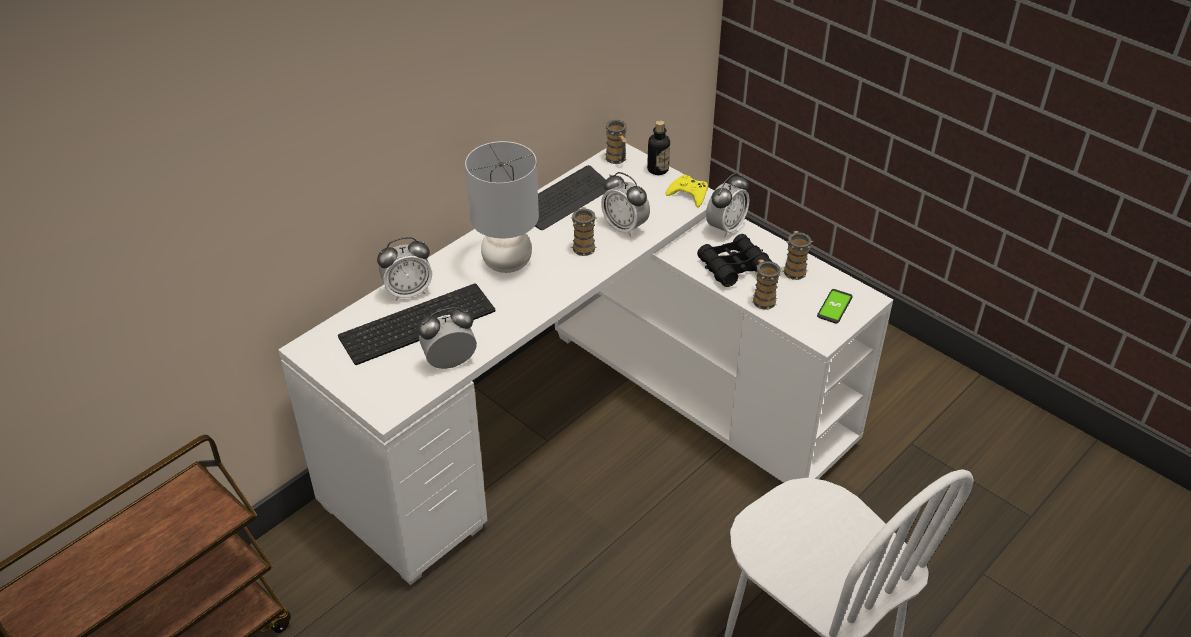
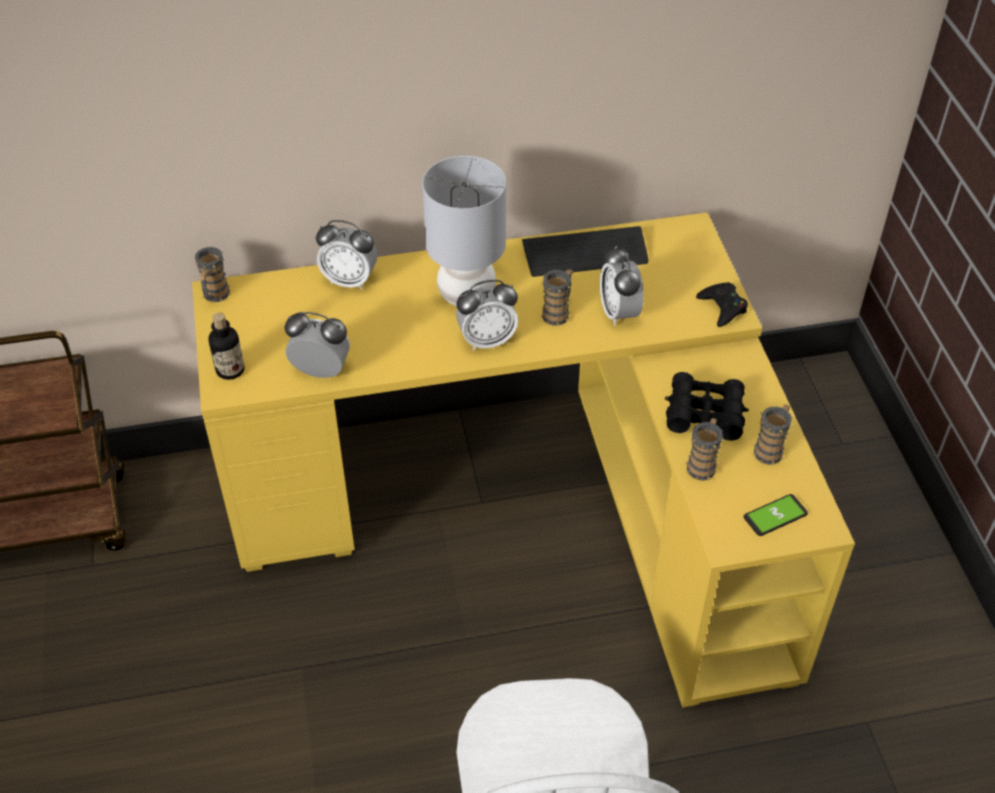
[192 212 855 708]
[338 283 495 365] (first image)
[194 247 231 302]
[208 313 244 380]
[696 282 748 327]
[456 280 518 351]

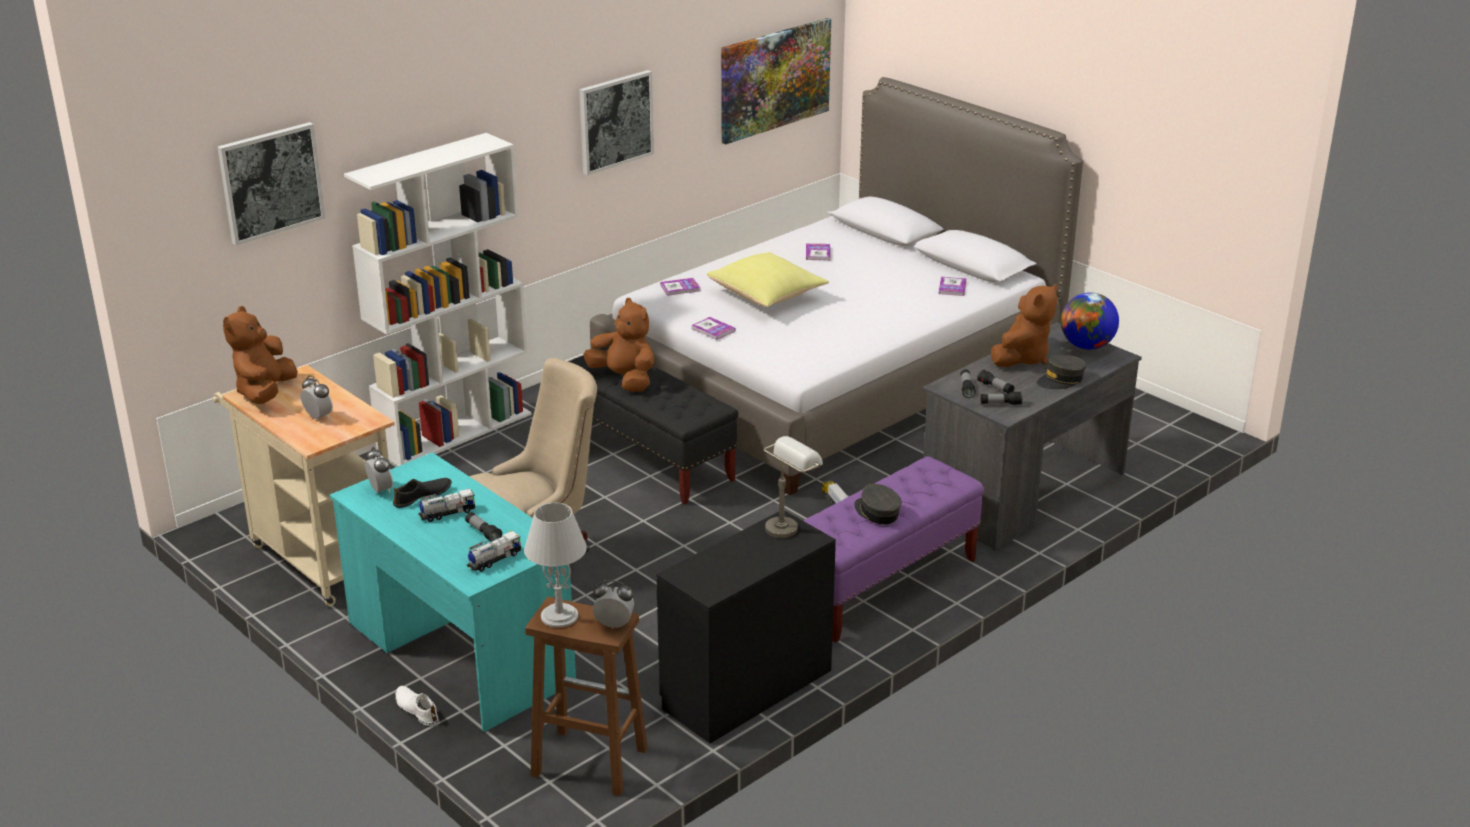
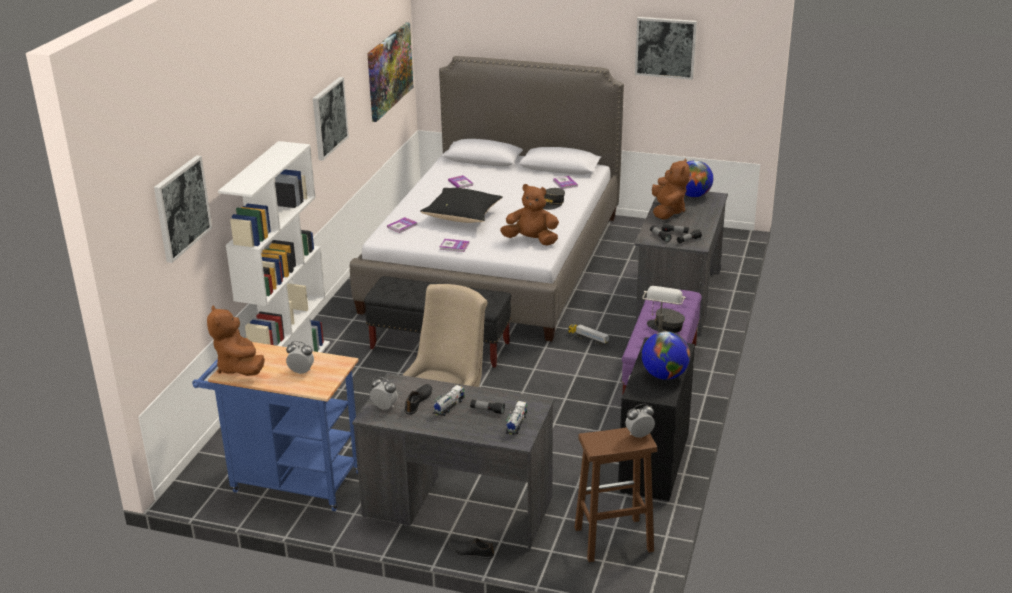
[192 342 359 511]
[352 373 554 548]
[448 538 494 559]
[524 502 587 627] (first image)
[500 184 559 246]
[420 188 503 223]
[543 188 565 210]
[635 17 697 80]
[642 331 690 380]

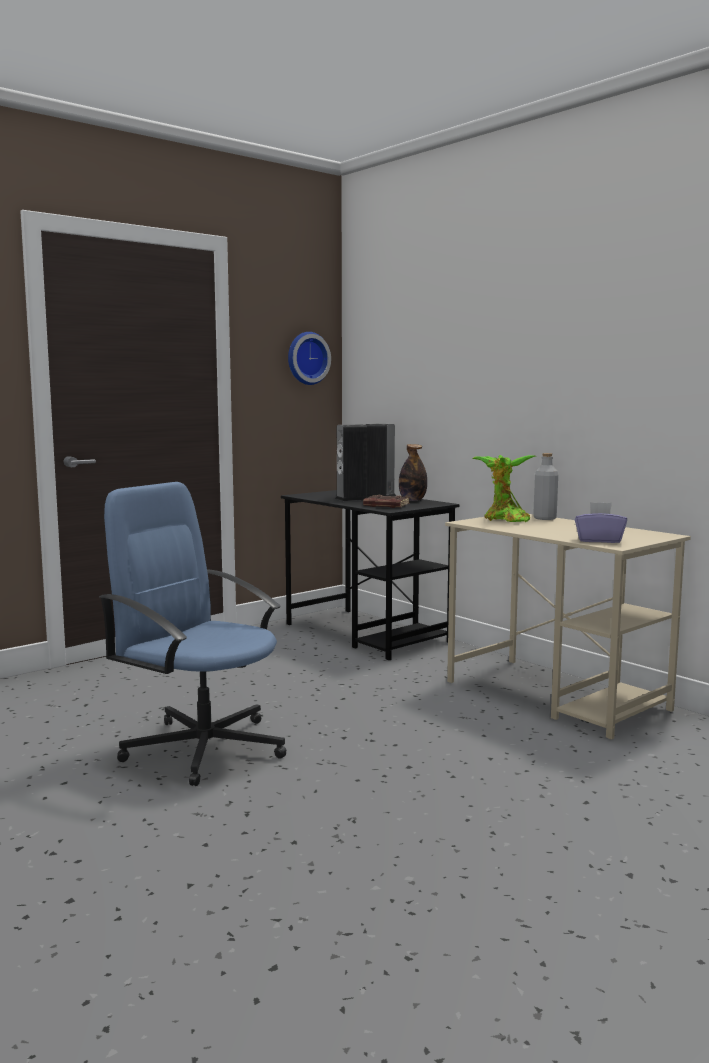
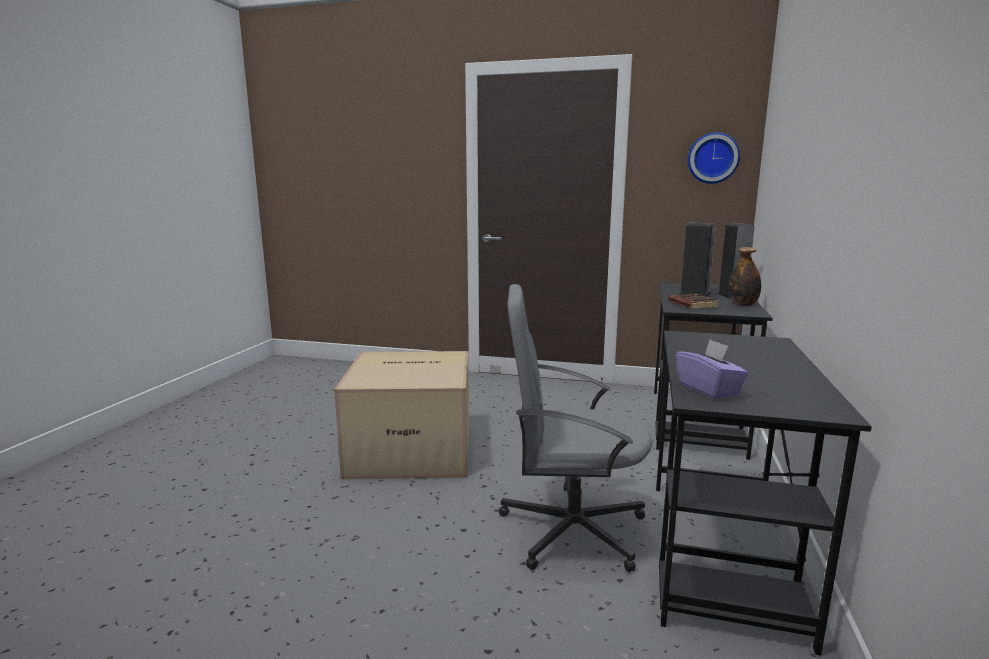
[334 351 469 479]
[656 331 872 655]
[472 455 535 522] (first image)
[533 453 558 520] (first image)
[499 284 652 572]

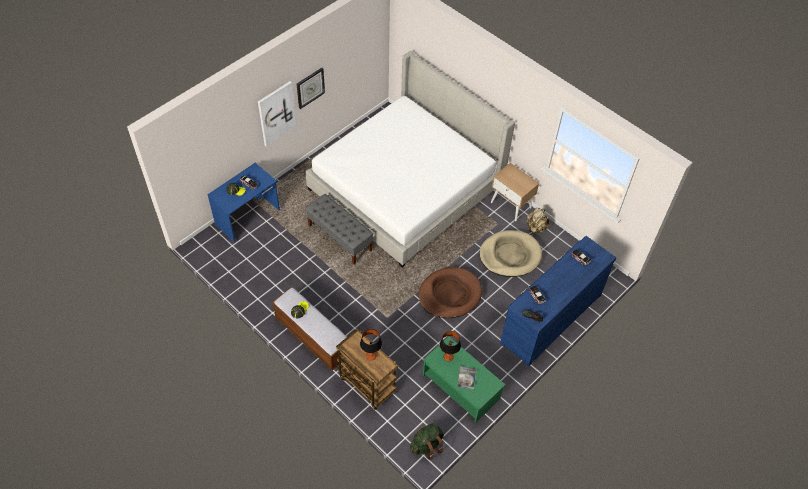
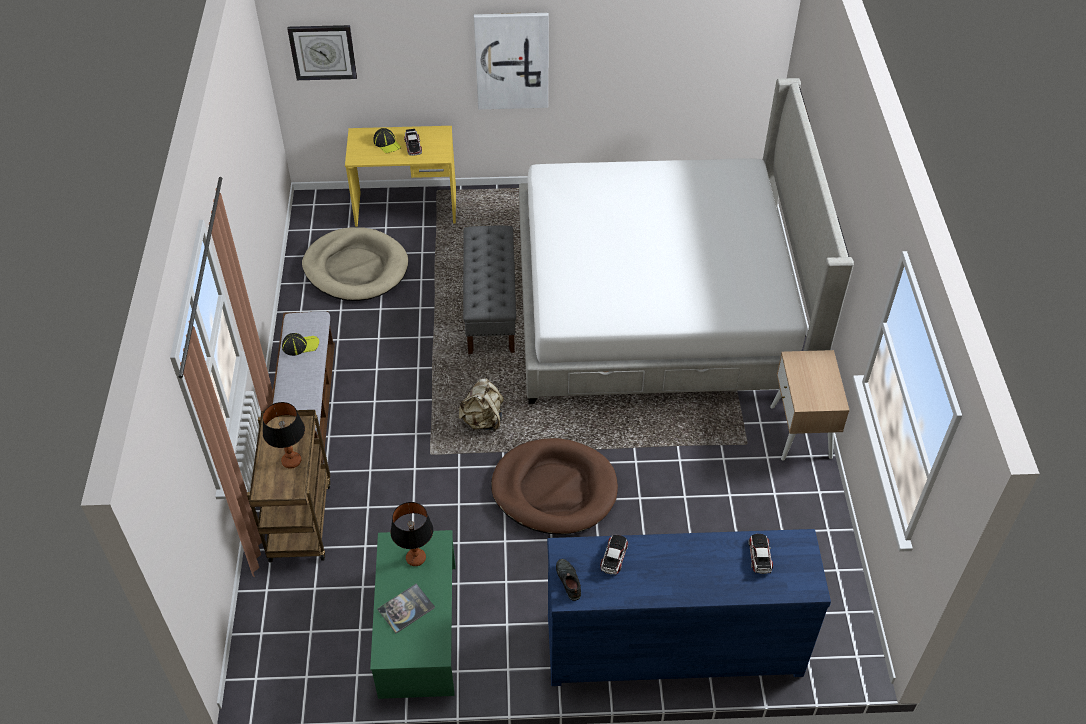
[345 126 456 227]
[287 25 357 80]
[410 423 444 460] (first image)
[302 227 408 301]
[459 379 504 432]

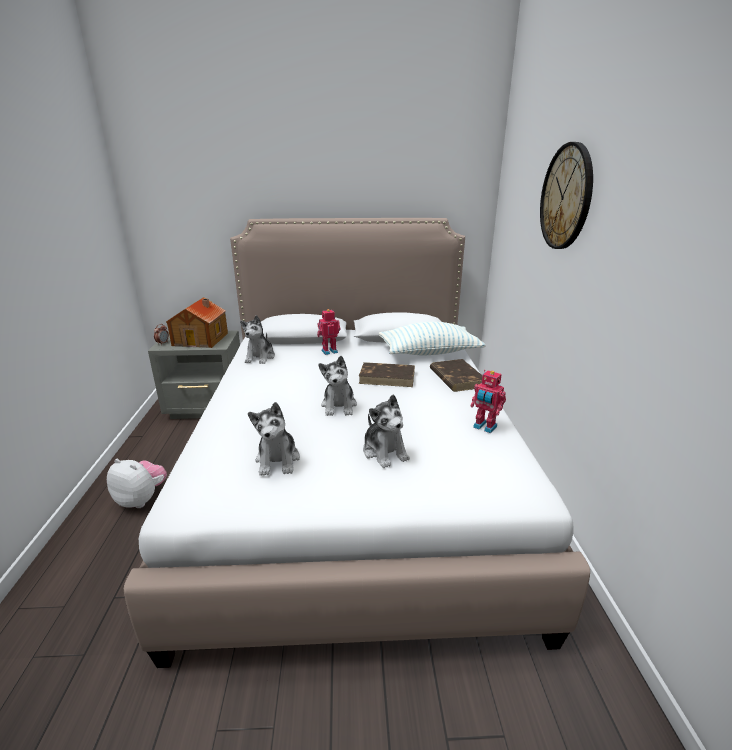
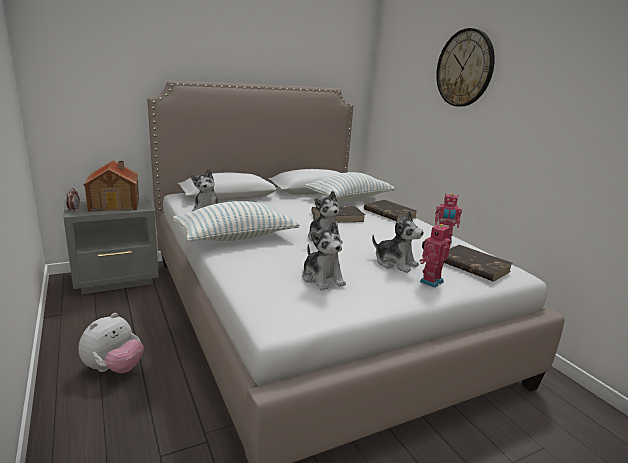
[79 313 144 373]
[419 223 451 288]
[173 201 300 241]
[444 245 513 282]

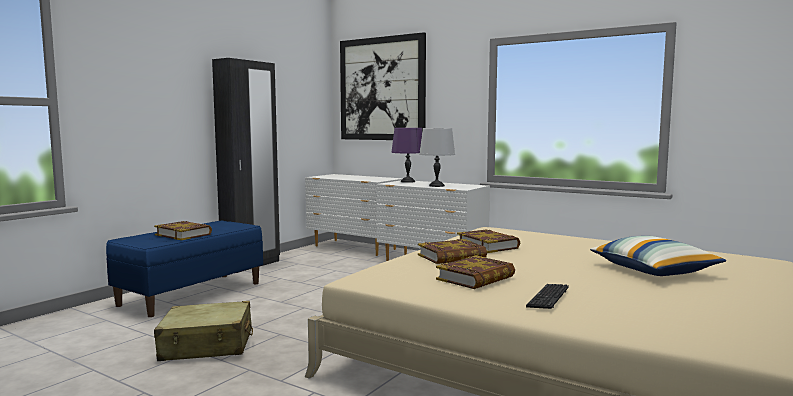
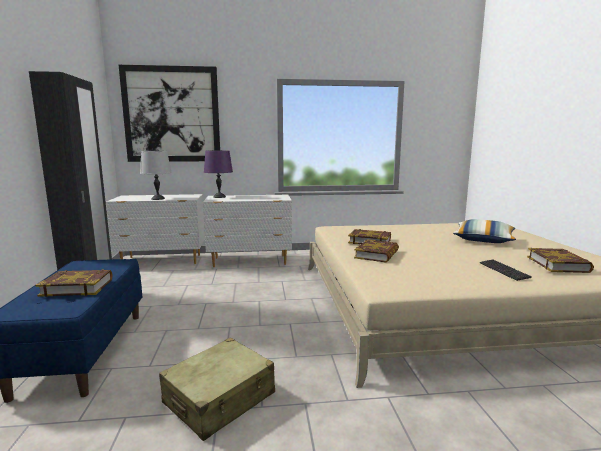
[140 151 172 200]
[527 248 594 273]

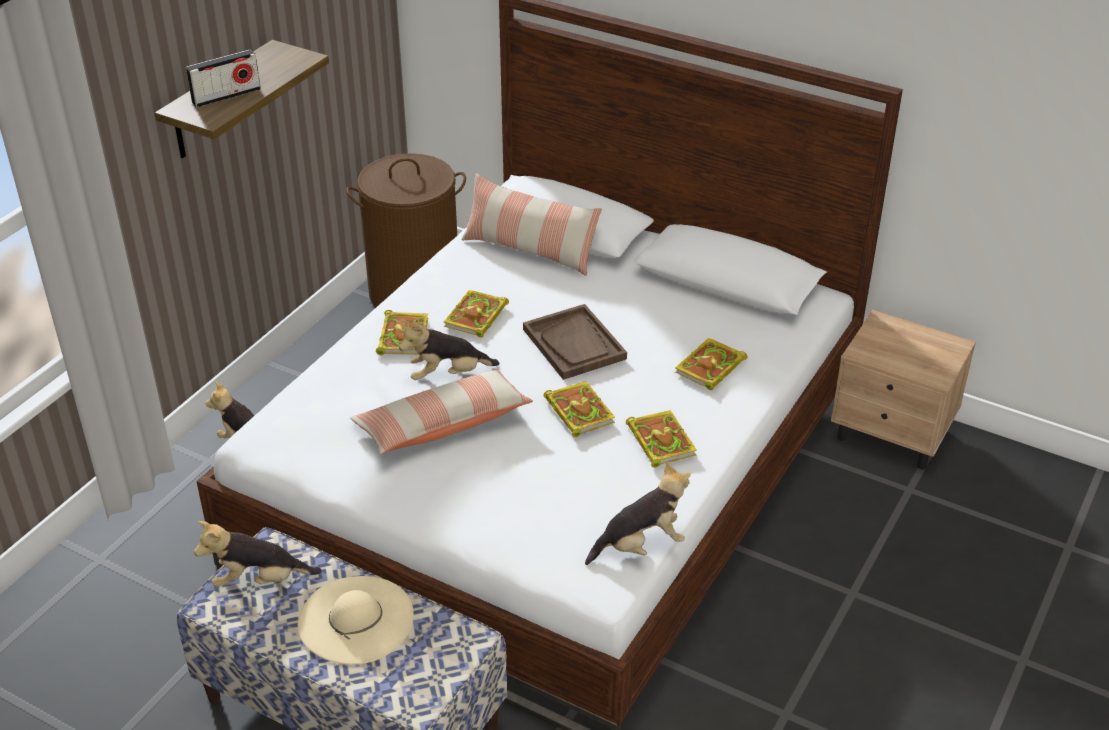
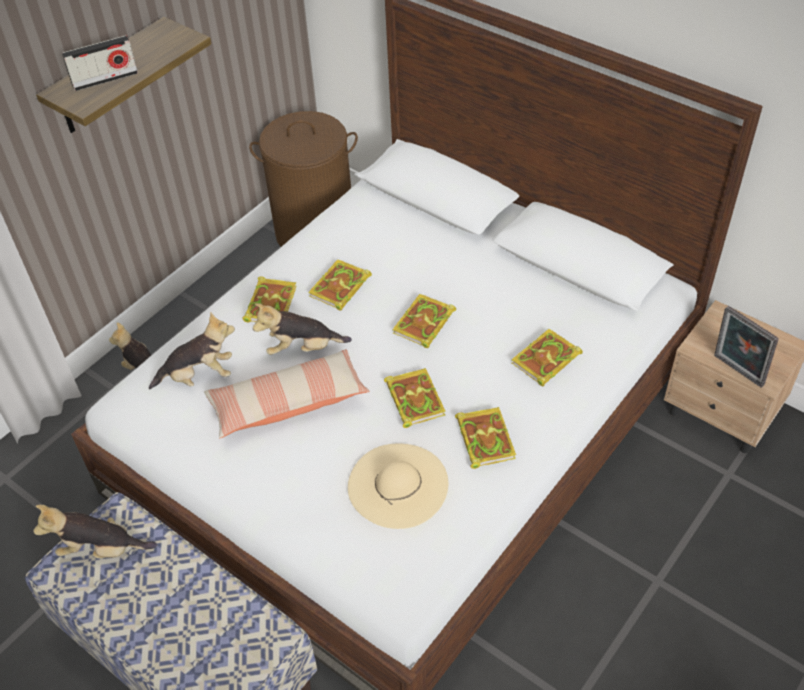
[348 444 448 529]
[461 173 602 276] (first image)
[392 294 456 348]
[149 312 235 389]
[714 306 779 388]

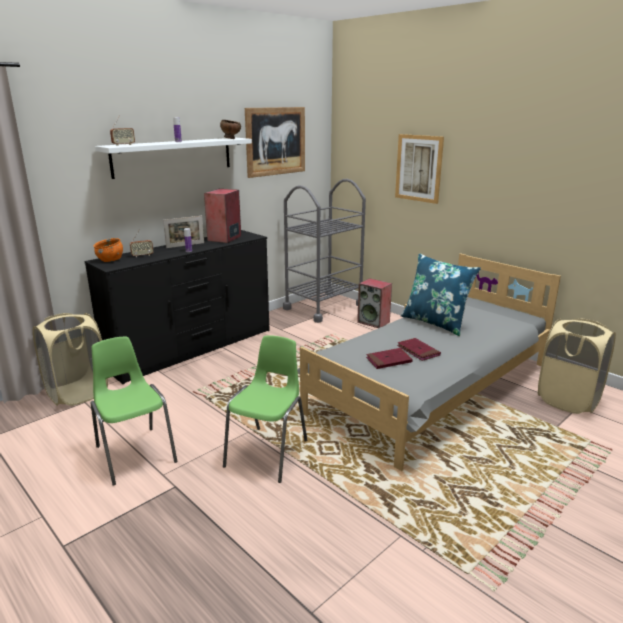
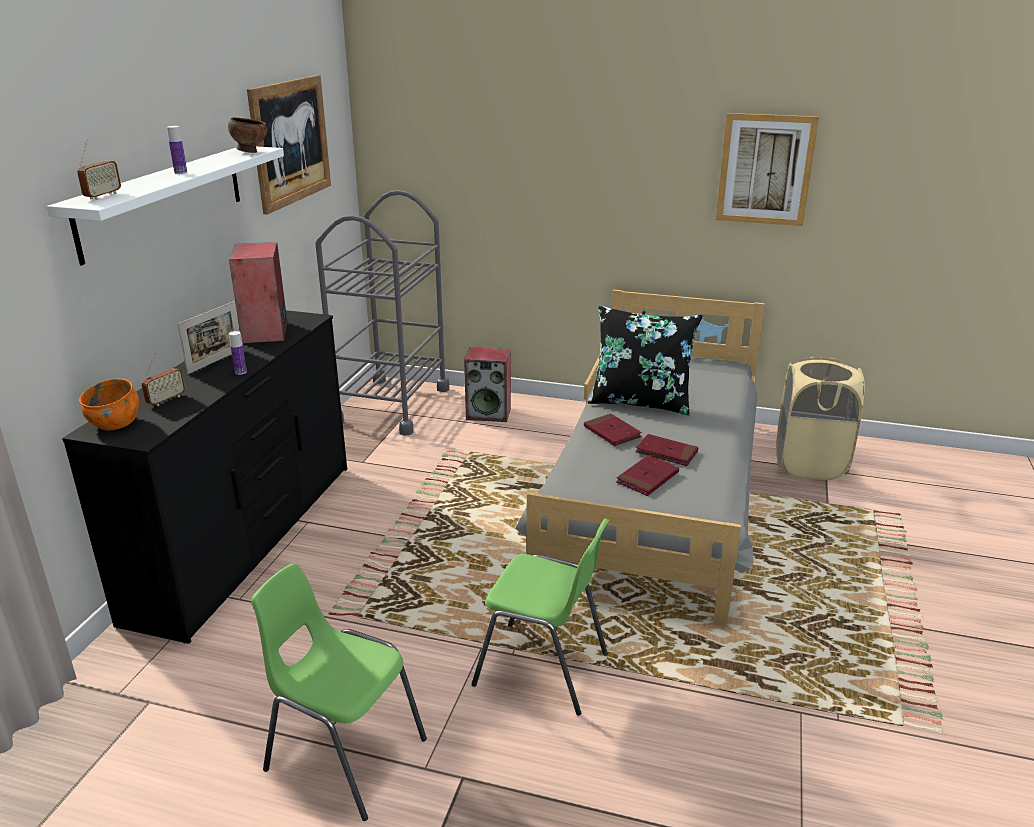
[33 313 108 406] (first image)
[472 519 609 715]
[716 113 819 226]
[588 306 702 416]
[584 414 642 446]

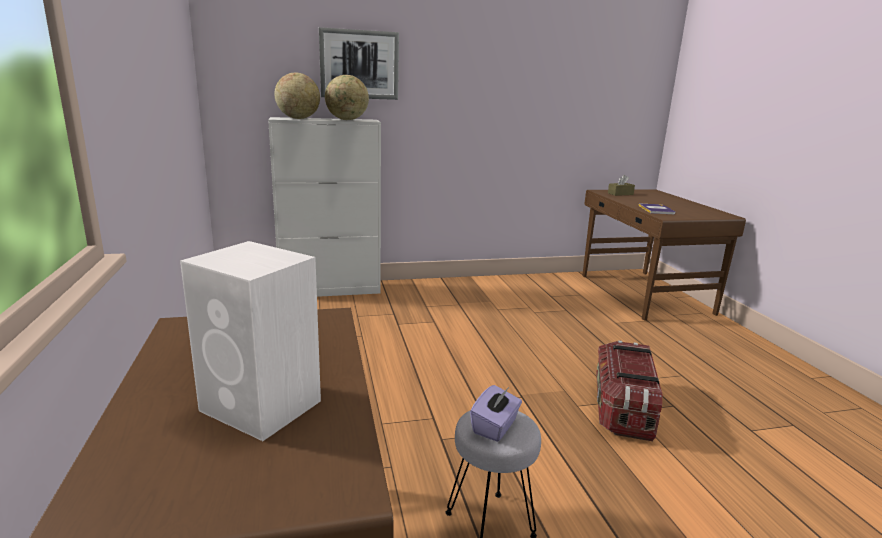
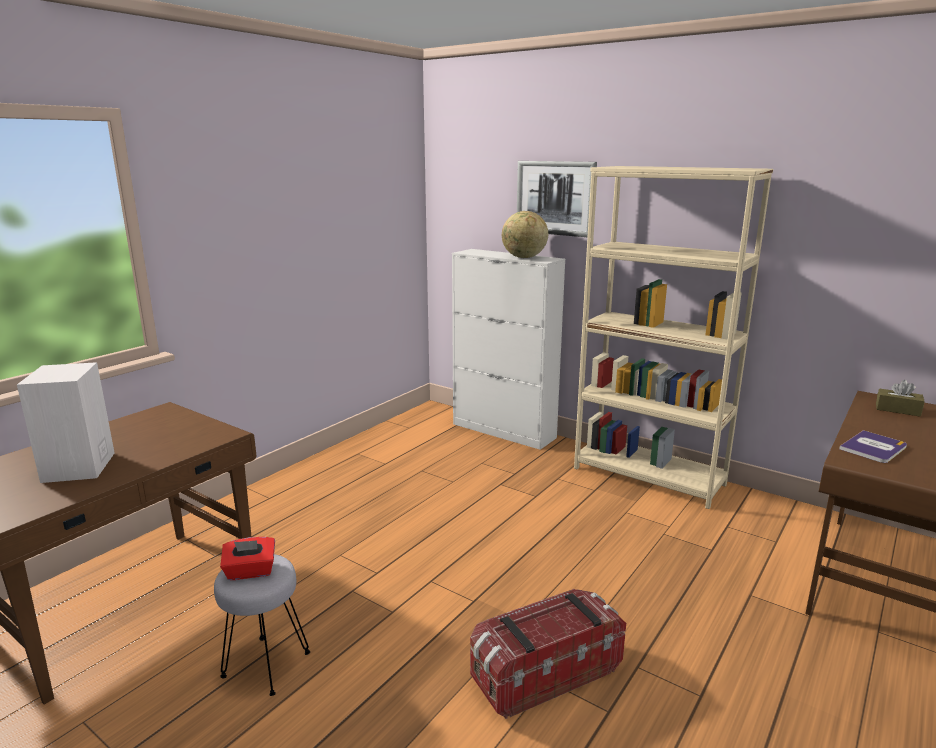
[274 73 320 119] (first image)
[220 537 275 580]
[574 166 773 509]

